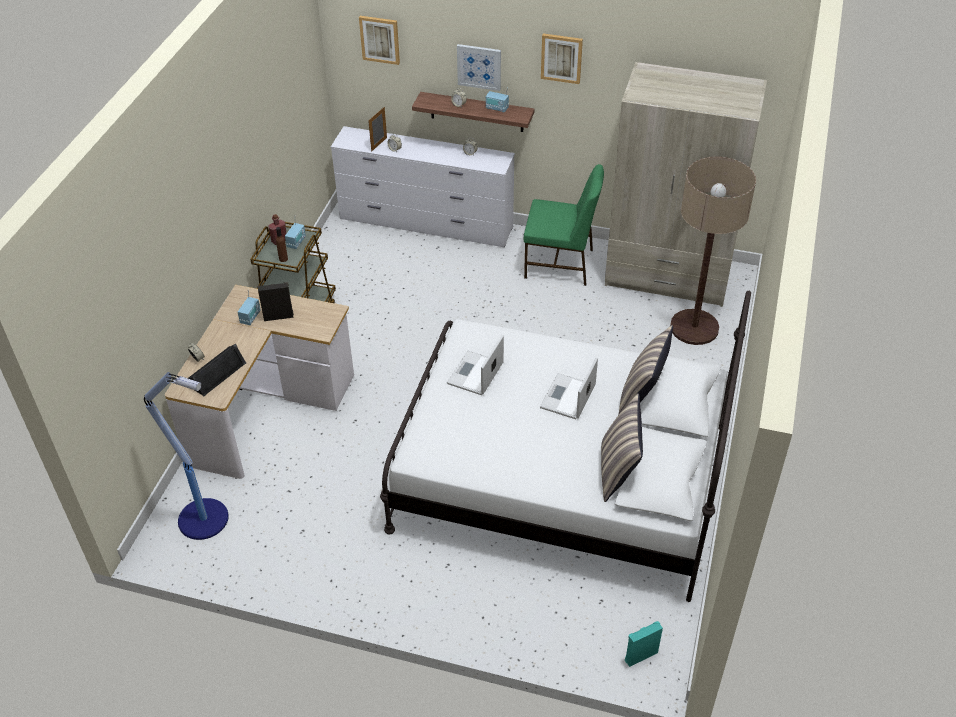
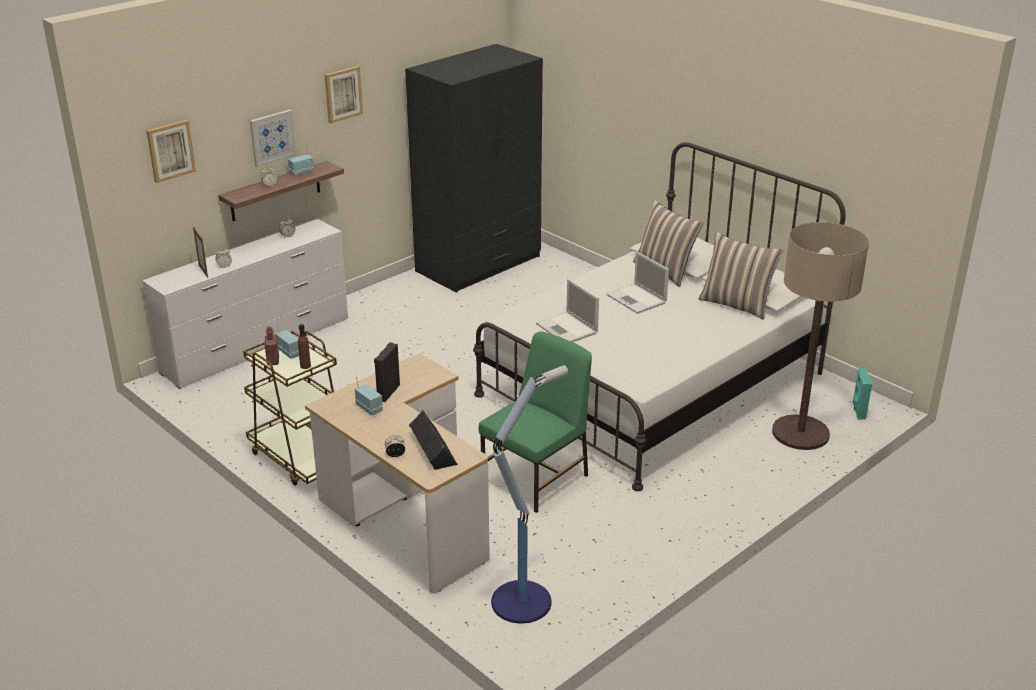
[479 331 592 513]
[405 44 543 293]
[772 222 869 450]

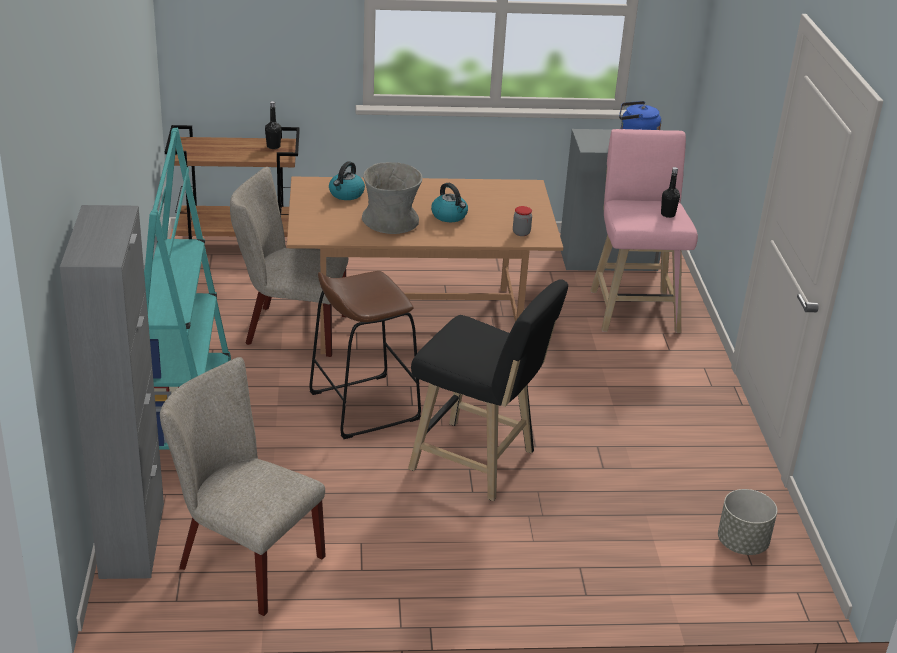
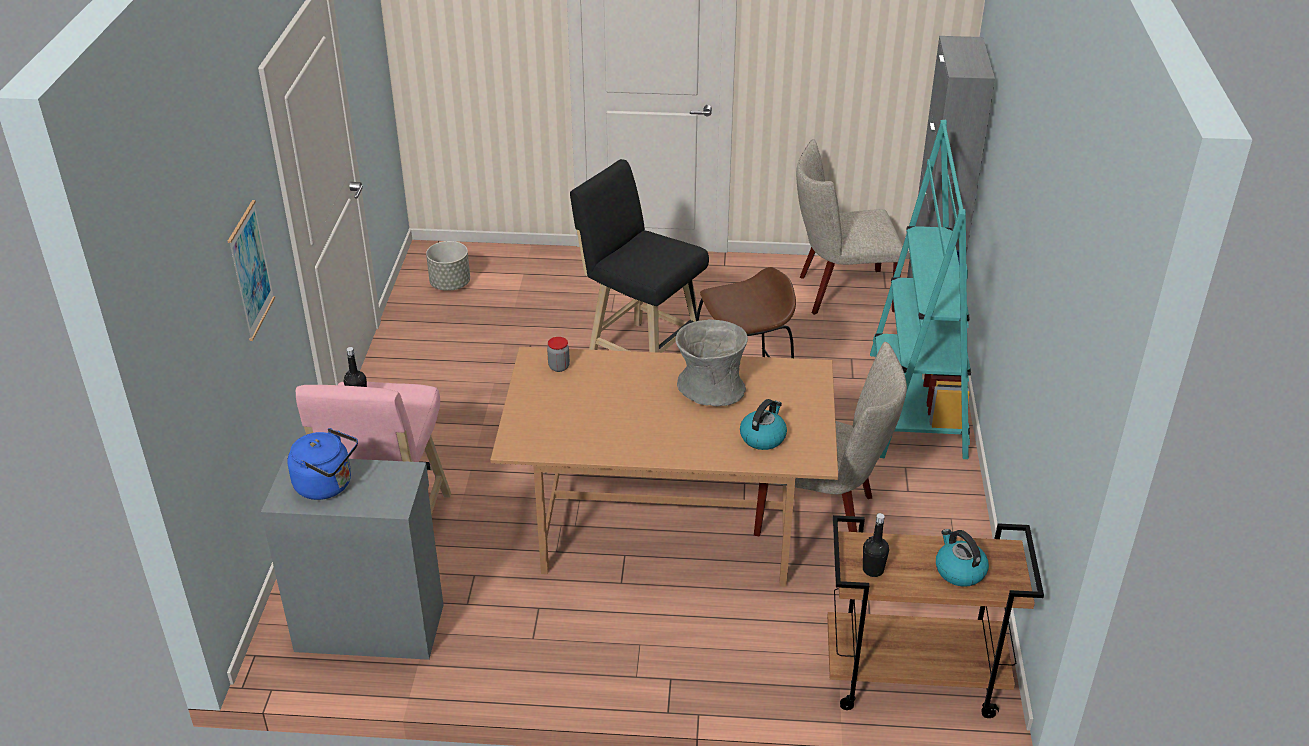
[796 139 903 315]
[936 529 989 587]
[228 200 275 341]

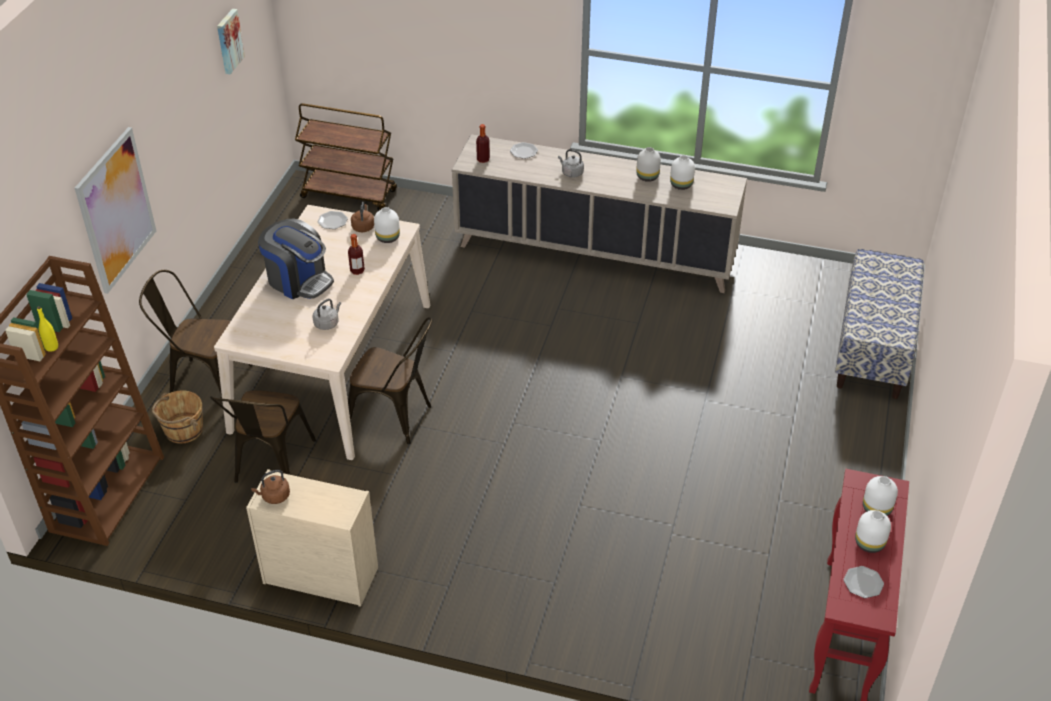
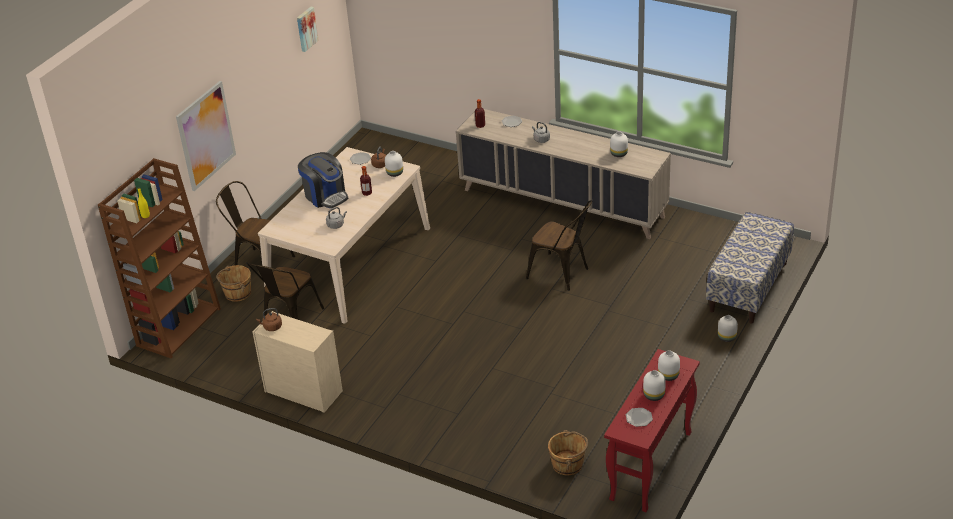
[295 103 397 211] (first image)
[526 201 592 291]
[718 315 738 342]
[548 430 588 475]

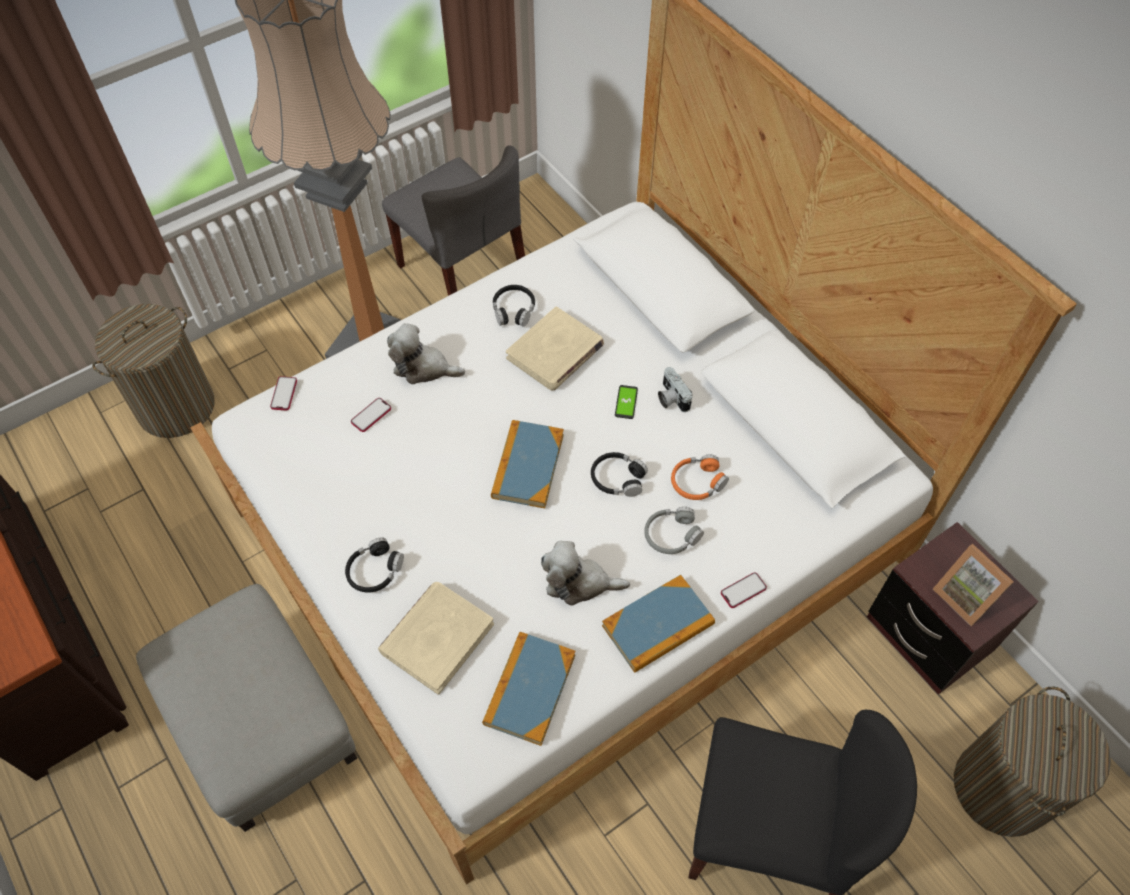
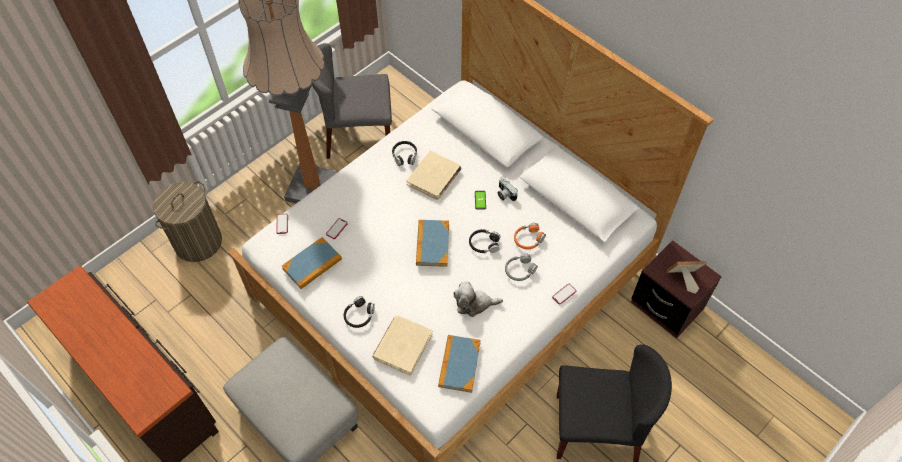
[312 43 392 159]
[387 323 465 384] (first image)
[282 237 342 289]
[667 261 706 294]
[954 686 1111 837] (first image)

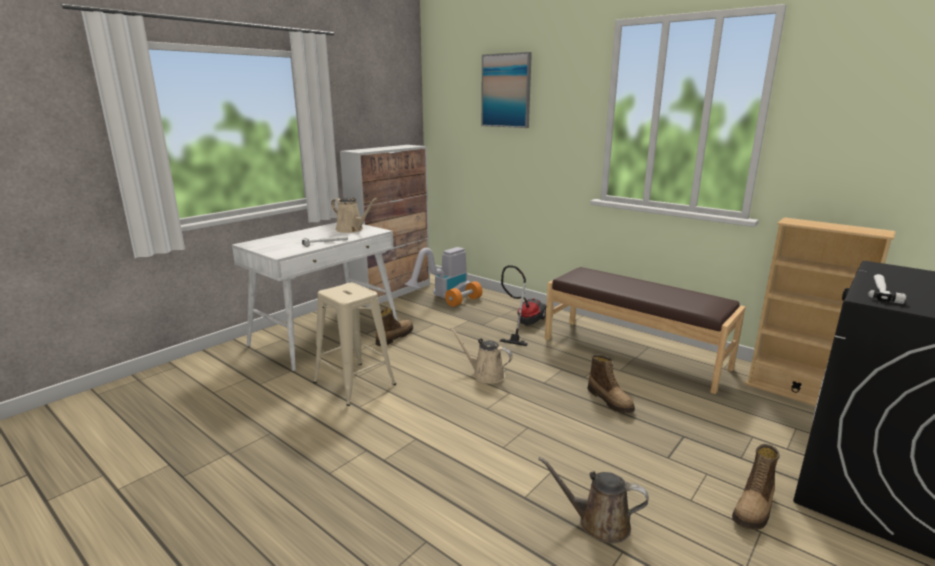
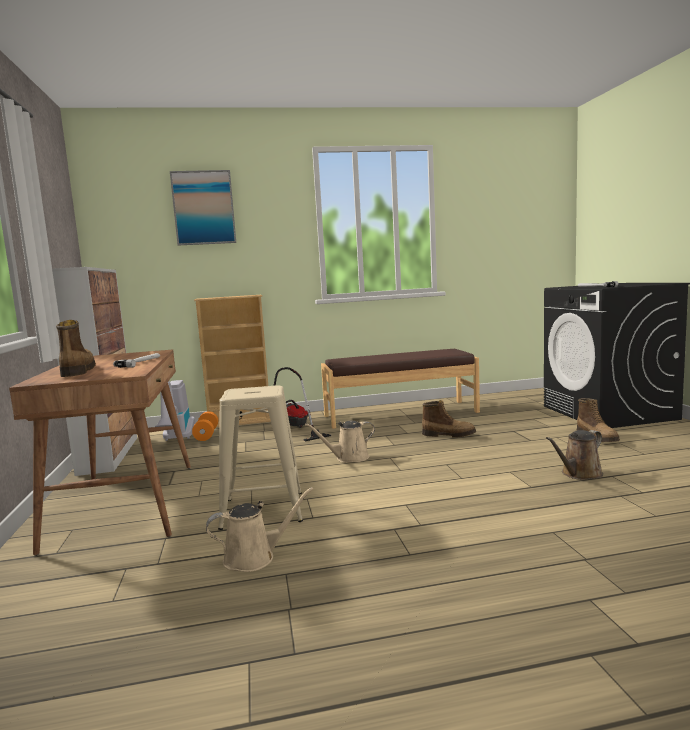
[9 349 191 556]
[206 487 314 572]
[56 320 96 377]
[194 295 271 427]

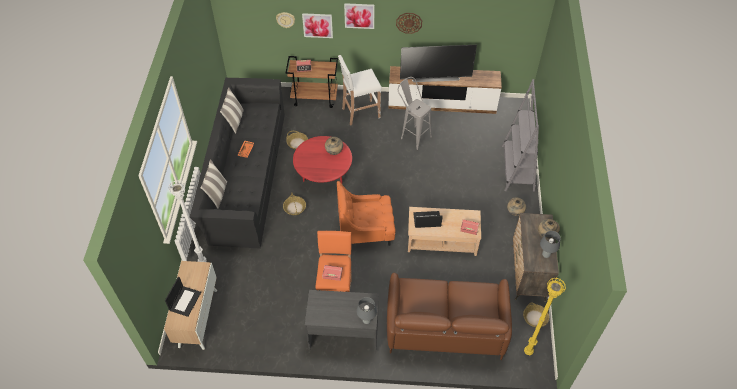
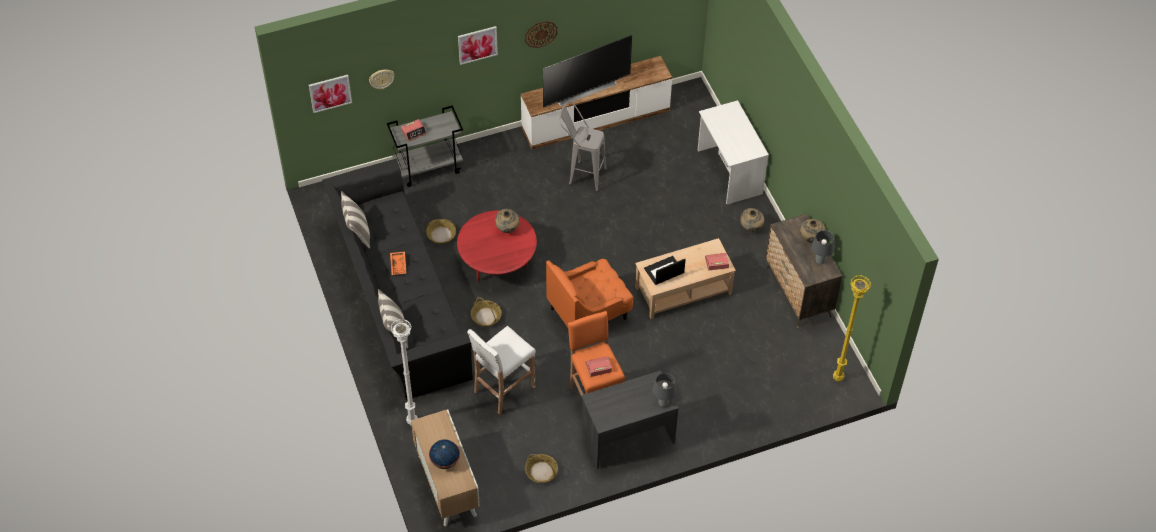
[429 440 460 469]
[387 105 463 187]
[309 75 352 113]
[467 326 536 415]
[387 273 512 360] (first image)
[697 100 769 204]
[525 454 558 483]

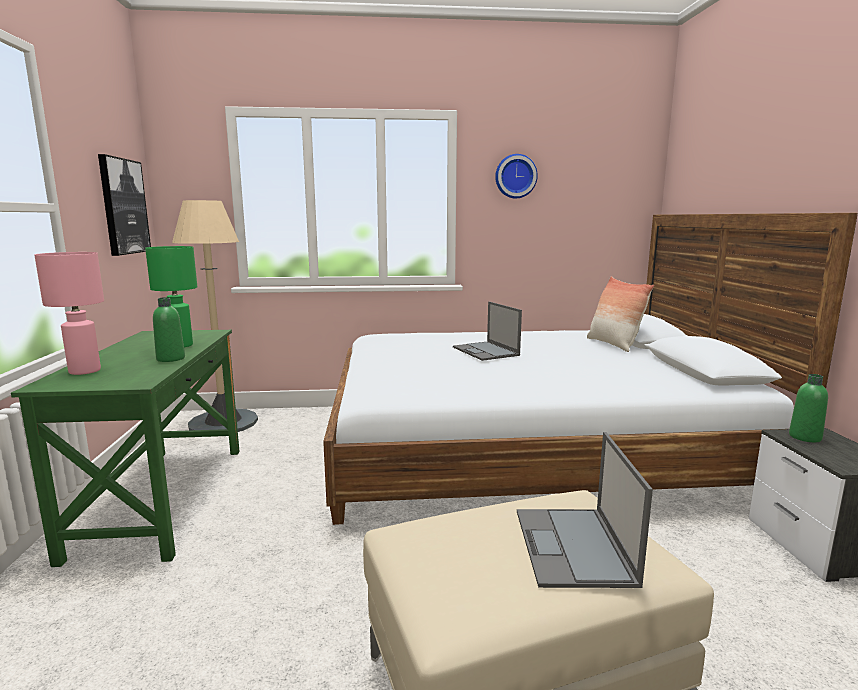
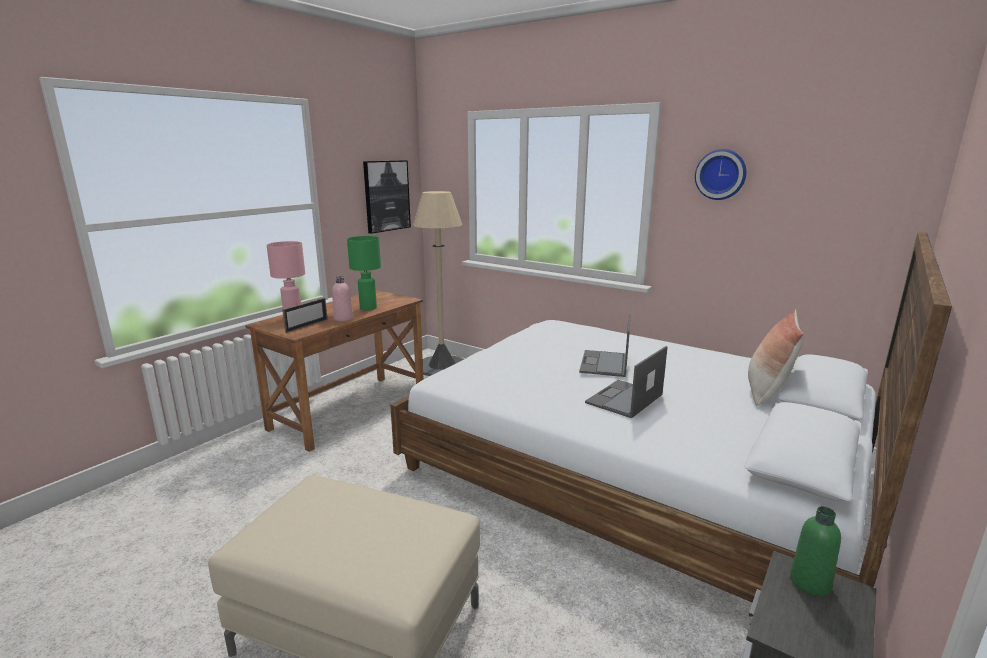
[245 290 423 452]
[332 276 353 321]
[585 346 668 418]
[282 298 328 333]

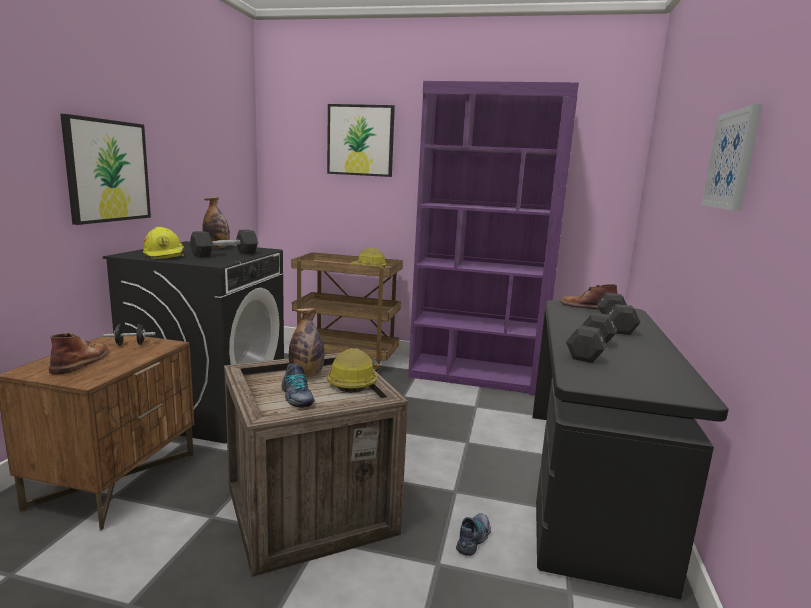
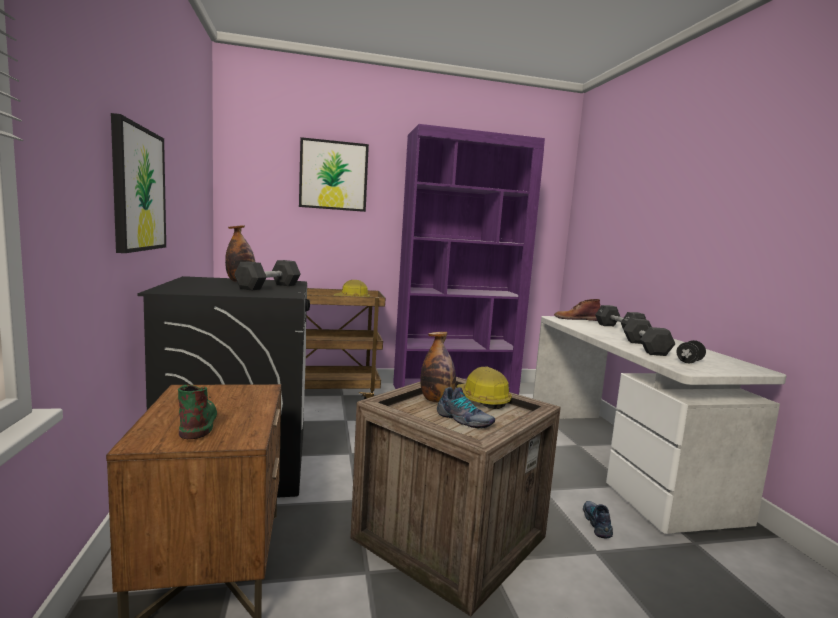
[178 385 217 439]
[676 340 706 363]
[143 227 185 259] (first image)
[533 316 786 534]
[702 104 762 211] (first image)

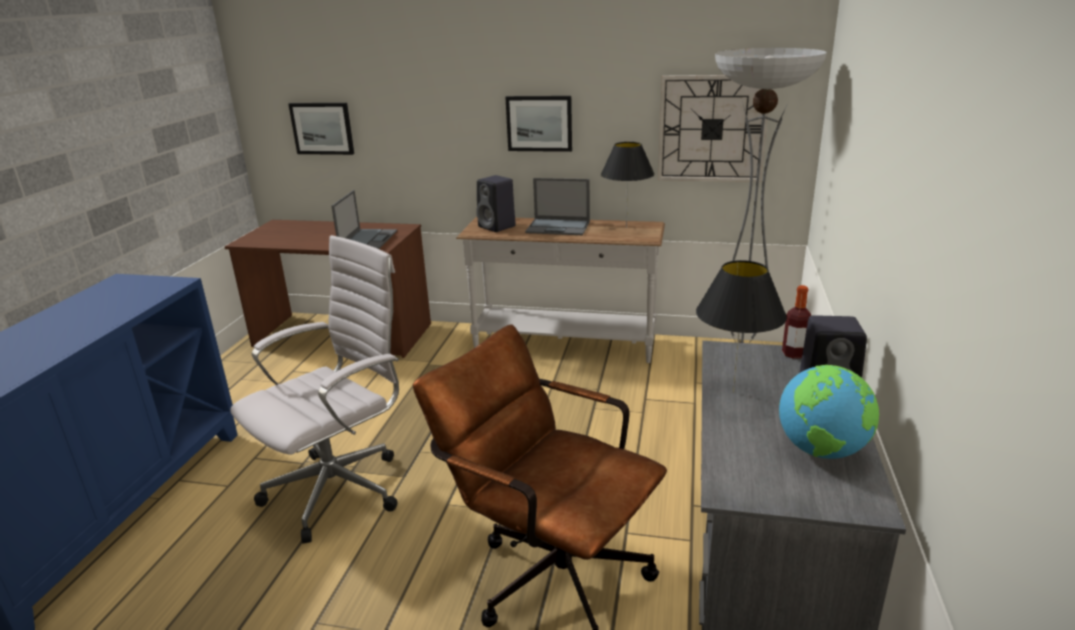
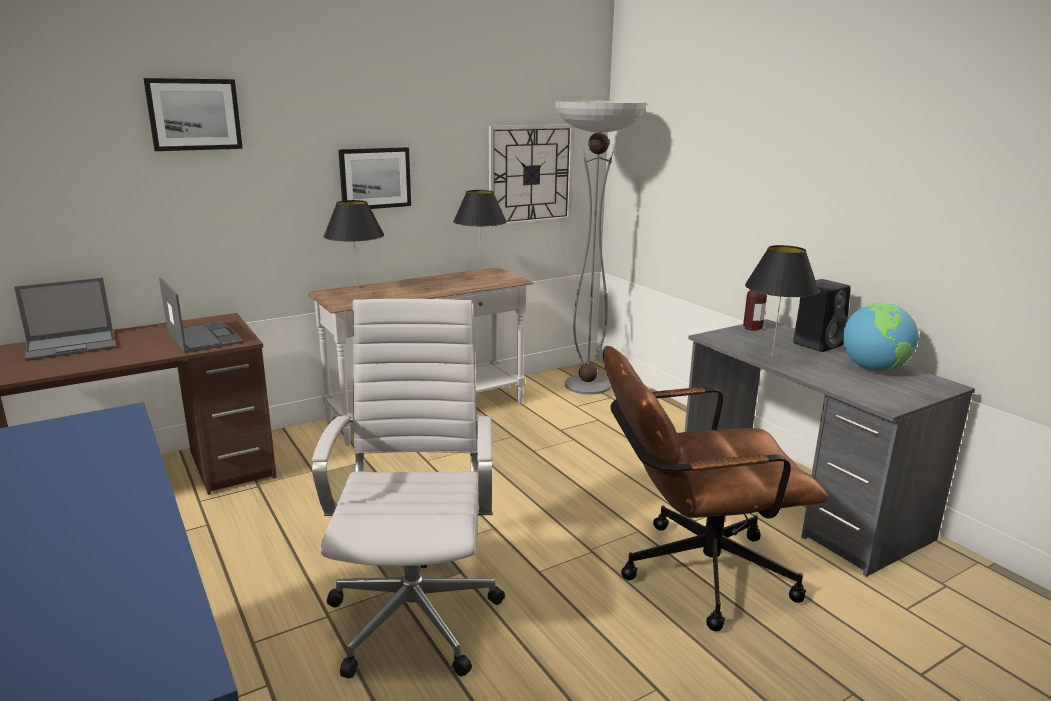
[143 78 243 151]
[323 200 384 293]
[14 278 116 361]

